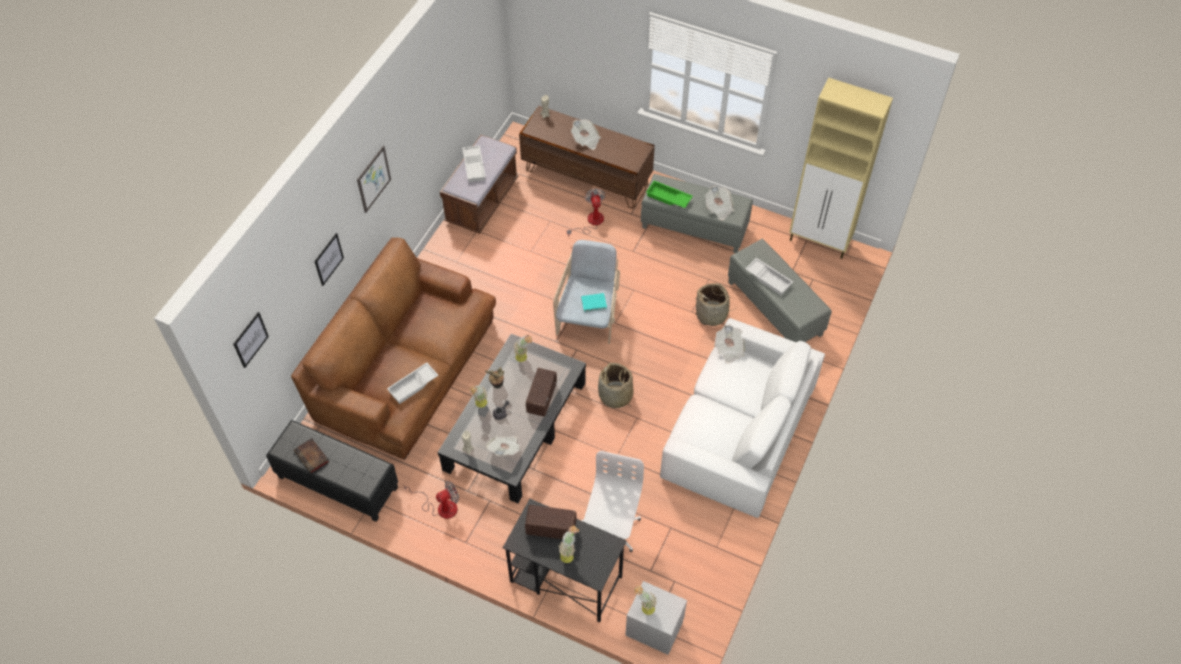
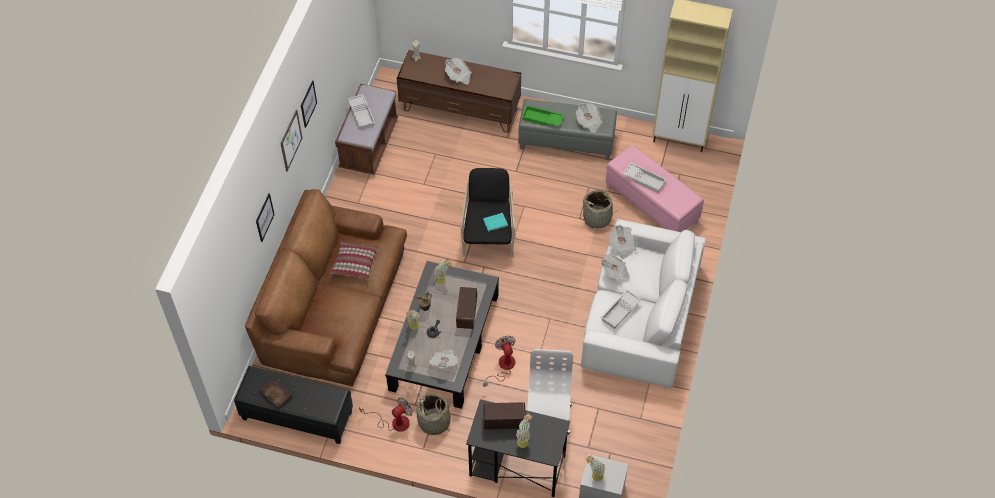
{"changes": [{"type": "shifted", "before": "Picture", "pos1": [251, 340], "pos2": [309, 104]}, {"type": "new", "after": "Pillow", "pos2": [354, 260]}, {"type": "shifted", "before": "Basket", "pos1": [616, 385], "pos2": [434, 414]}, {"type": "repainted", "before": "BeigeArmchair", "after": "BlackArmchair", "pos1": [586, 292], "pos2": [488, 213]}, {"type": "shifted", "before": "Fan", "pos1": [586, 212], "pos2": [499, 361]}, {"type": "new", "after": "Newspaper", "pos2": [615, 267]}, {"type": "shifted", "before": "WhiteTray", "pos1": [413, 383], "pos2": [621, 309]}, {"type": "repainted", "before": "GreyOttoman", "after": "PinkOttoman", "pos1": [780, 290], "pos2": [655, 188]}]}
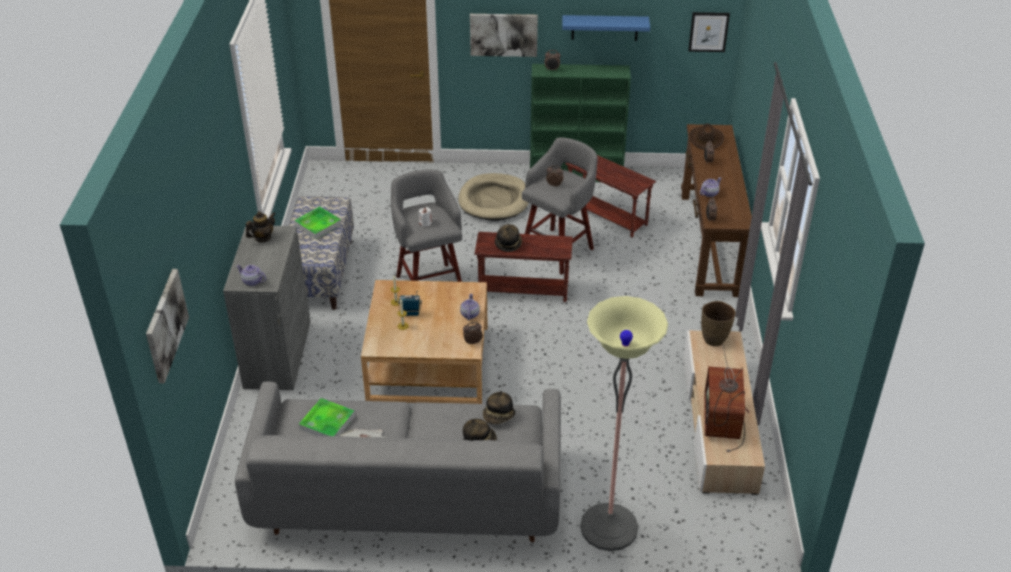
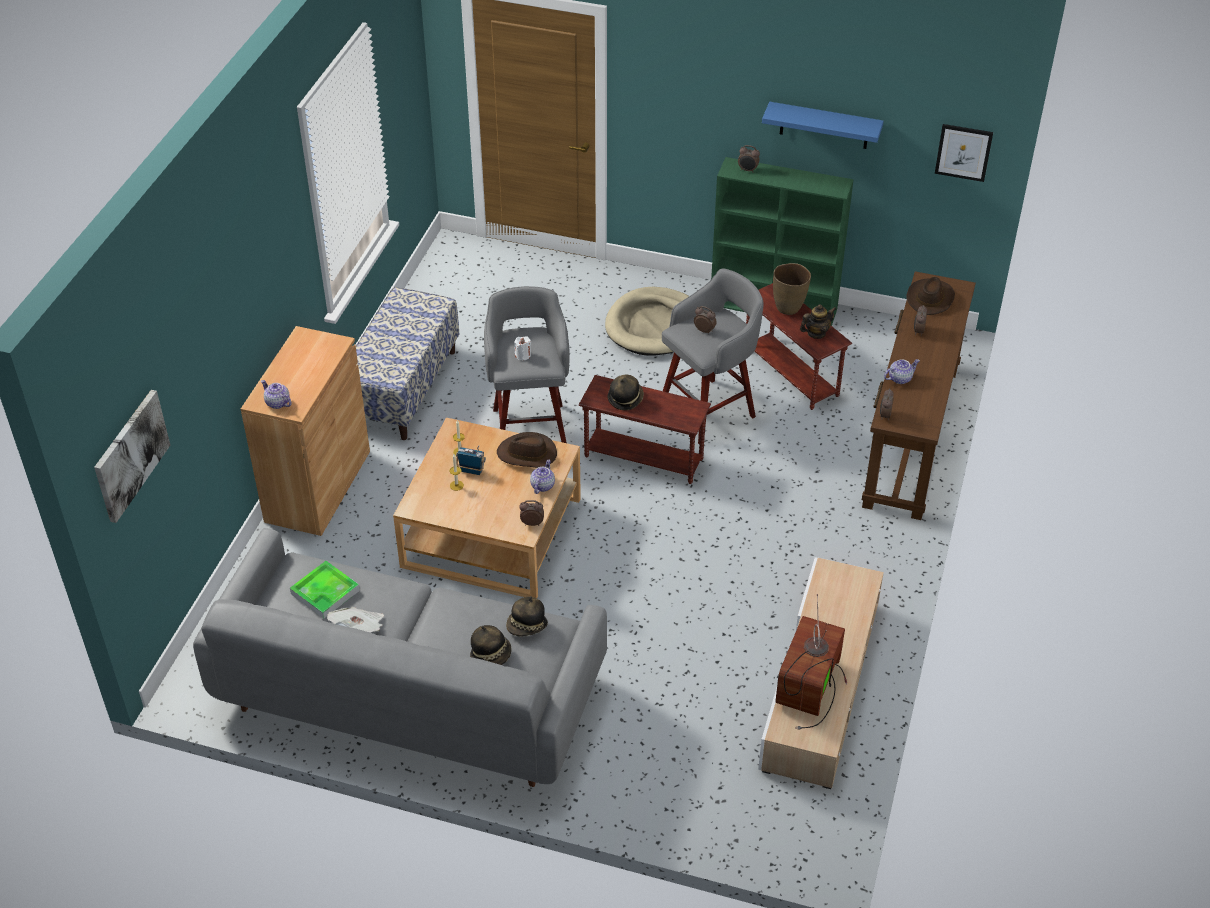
{"changes": [{"type": "repainted", "before": "GreyCabinet", "after": "BrownCabinet", "pos1": [267, 308], "pos2": [305, 431]}, {"type": "new", "after": "BrownHat", "pos2": [527, 450]}, {"type": "shifted", "before": "BrownVase", "pos1": [718, 323], "pos2": [792, 289]}, {"type": "shifted", "before": "Teapot", "pos1": [261, 226], "pos2": [818, 321]}, {"type": "gone", "before": "Tray", "pos1": [318, 222]}, {"type": "gone", "before": "Picture", "pos1": [504, 35]}, {"type": "gone", "before": "FloorLamp", "pos1": [624, 423]}]}
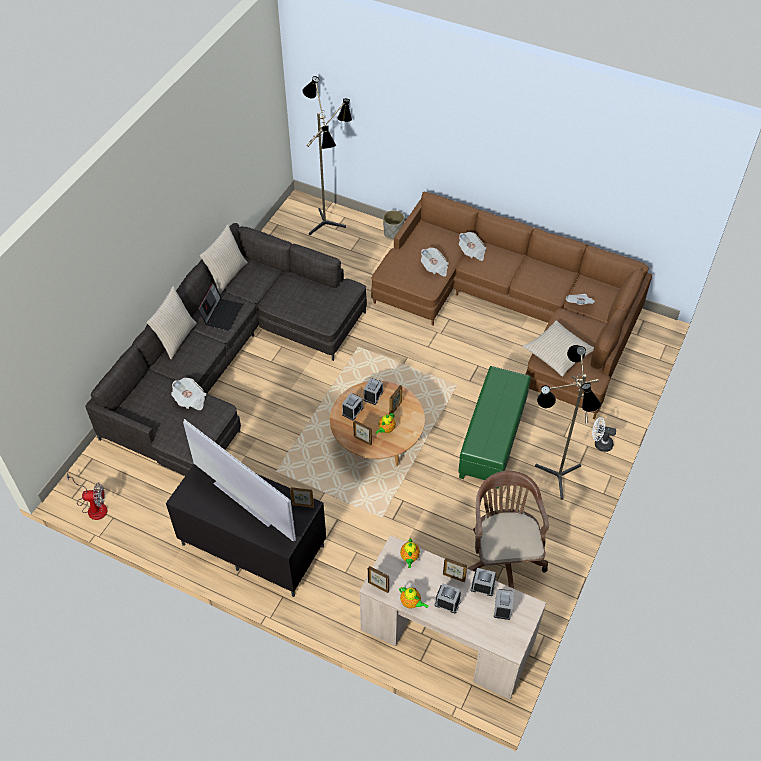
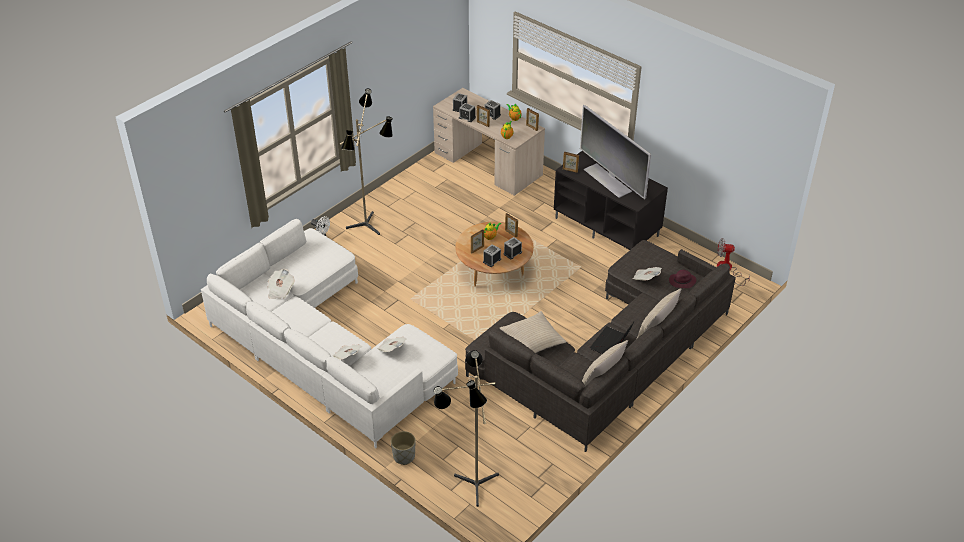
{"changes": [{"type": "repainted", "before": "BrownSofa", "after": "WhiteSofa", "pos1": [512, 305], "pos2": [329, 333]}, {"type": "shifted", "before": "BeigePillow", "pos1": [558, 349], "pos2": [533, 332]}, {"type": "new", "after": "PurpleHat", "pos2": [682, 279]}, {"type": "gone", "before": "GreenOttoman", "pos1": [494, 427]}, {"type": "gone", "before": "BrownOfficeChair", "pos1": [508, 530]}]}
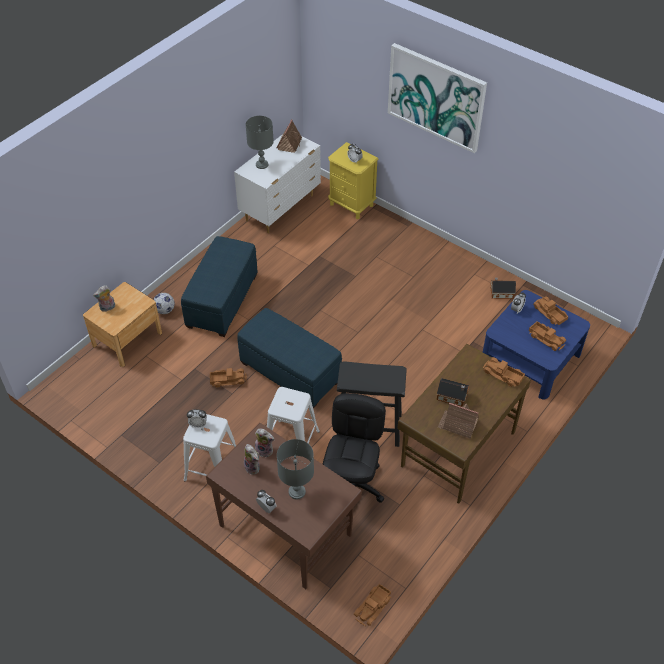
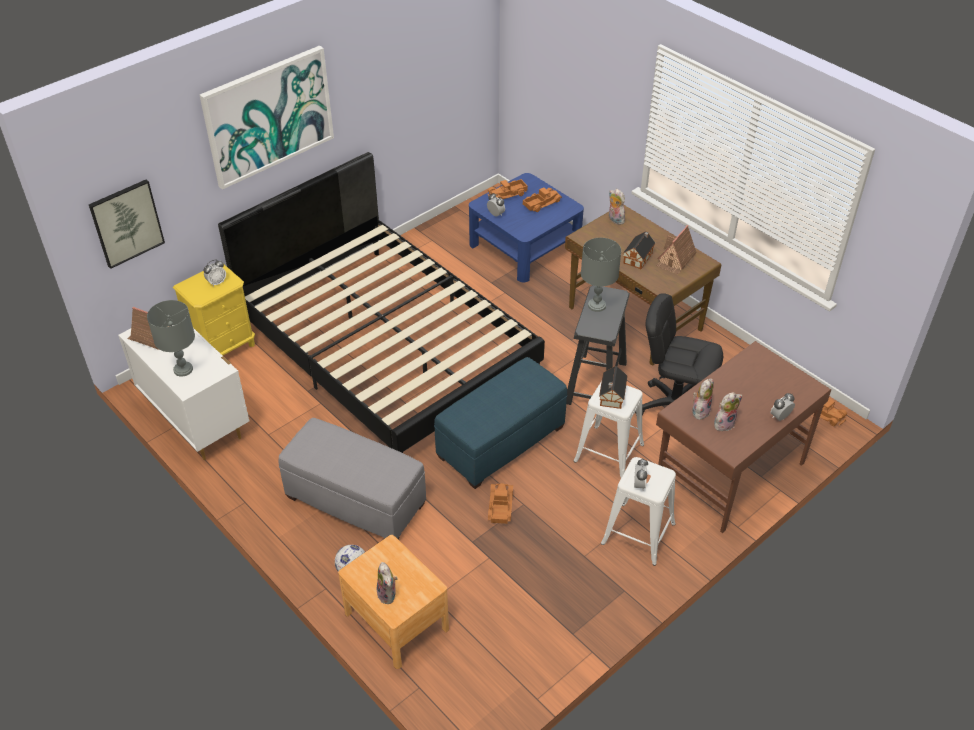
{"changes": [{"type": "new", "after": "Picture", "pos2": [127, 224]}, {"type": "new", "after": "BlackBed", "pos2": [381, 302]}, {"type": "repainted", "before": "BlueOttoman", "after": "GreyOttoman", "pos1": [219, 286], "pos2": [352, 479]}, {"type": "shifted", "before": "GreyTableLamp", "pos1": [295, 469], "pos2": [601, 275]}, {"type": "shifted", "before": "ToyHouse", "pos1": [503, 288], "pos2": [613, 387]}, {"type": "swapped", "before": "ToyTruck", "after": "PlushToy", "pos1": [504, 372], "pos2": [617, 207]}]}
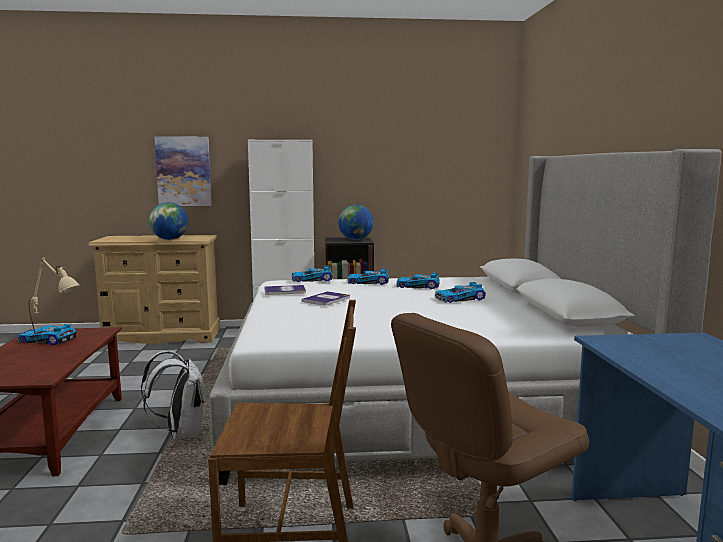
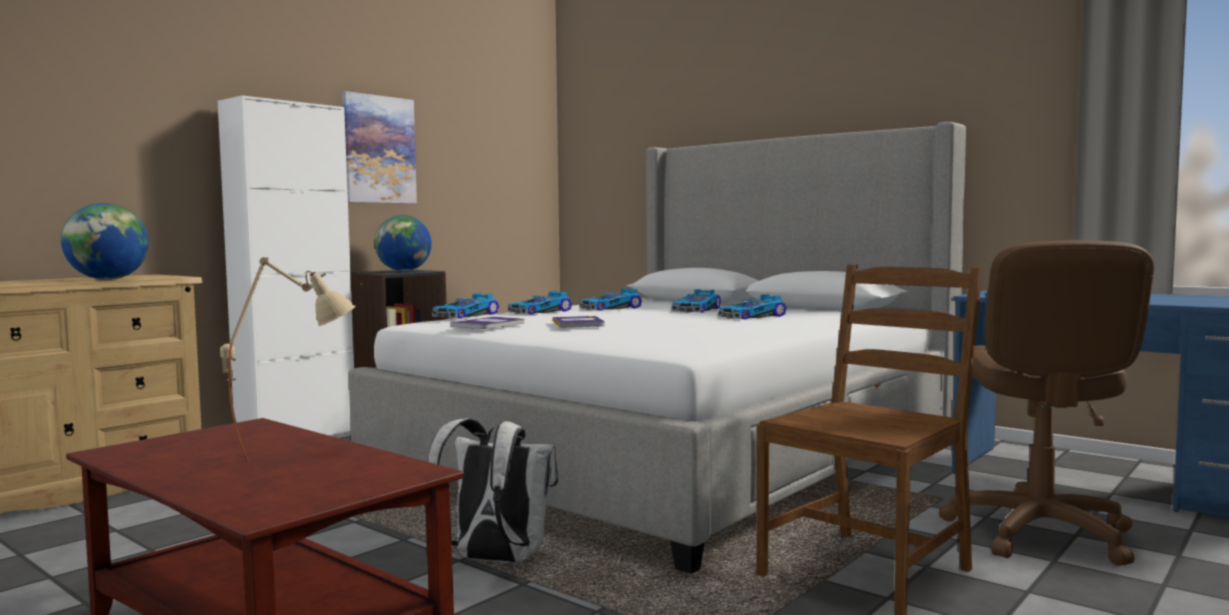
{"changes": [{"type": "shifted", "before": "Picture", "pos1": [183, 171], "pos2": [379, 147]}, {"type": "shifted", "before": "ToyCar", "pos1": [46, 334], "pos2": [752, 307]}]}
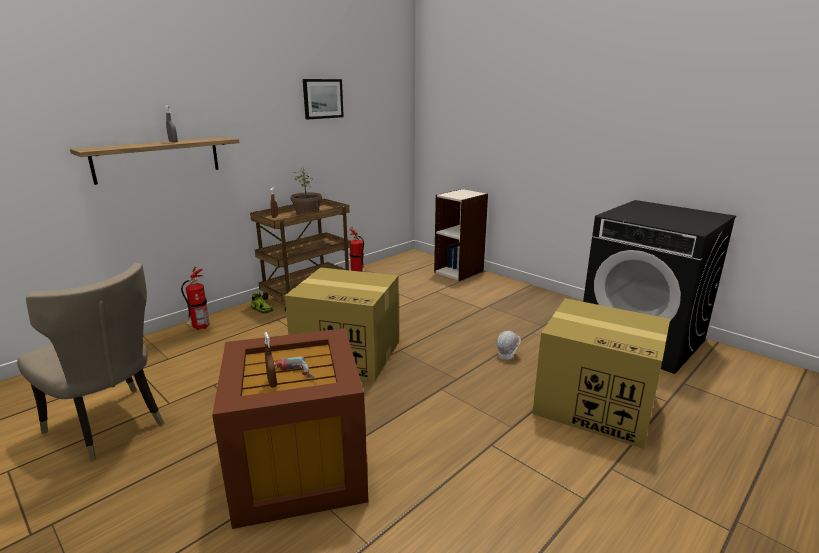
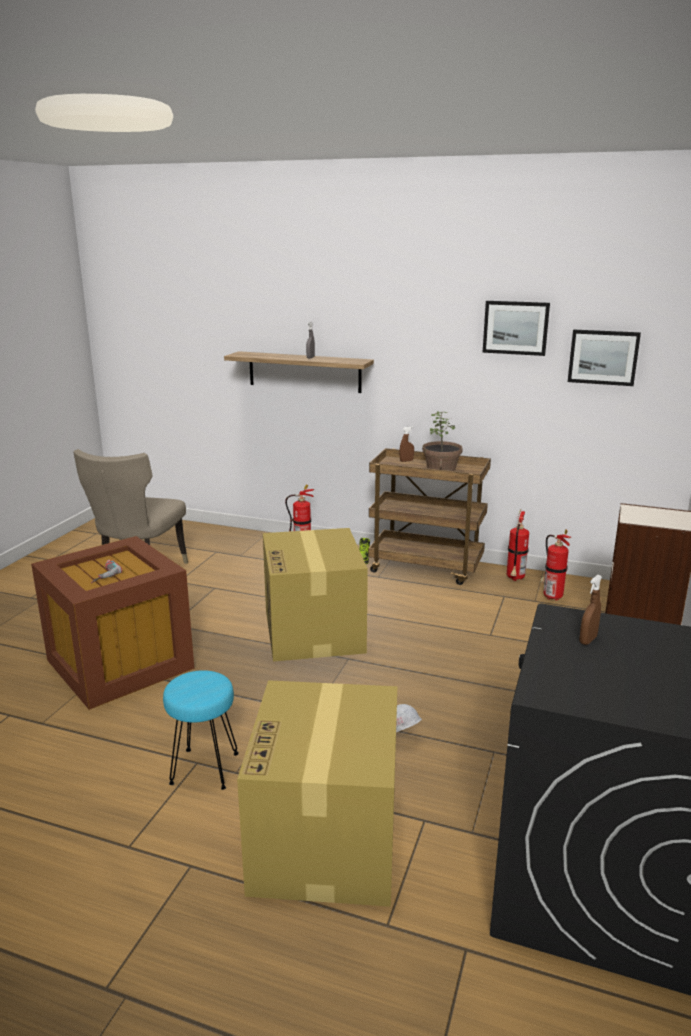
{"changes": [{"type": "new", "after": "TurquoiseStool", "pos2": [201, 730]}, {"type": "new", "after": "FireExtinguisher", "pos2": [555, 565]}, {"type": "new", "after": "Picture", "pos2": [604, 357]}, {"type": "shifted", "before": "BrownSprayBottle", "pos1": [270, 360], "pos2": [591, 610]}]}
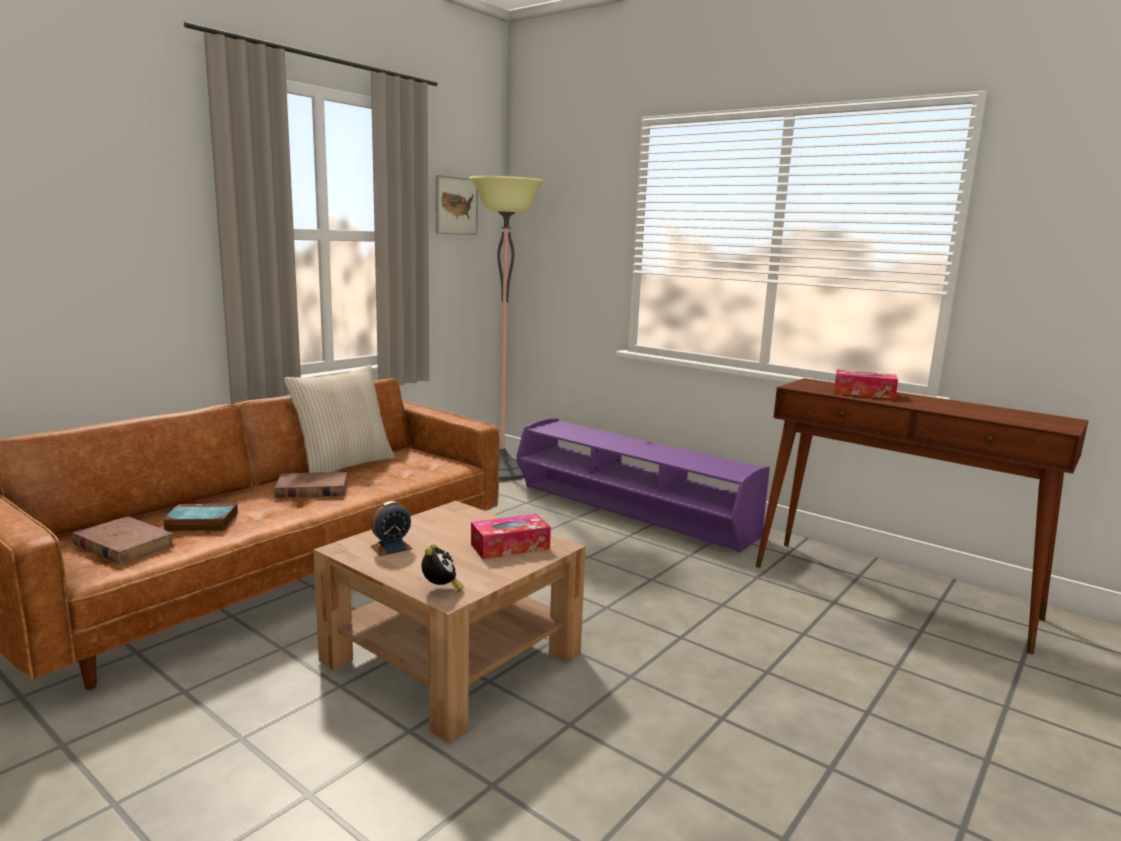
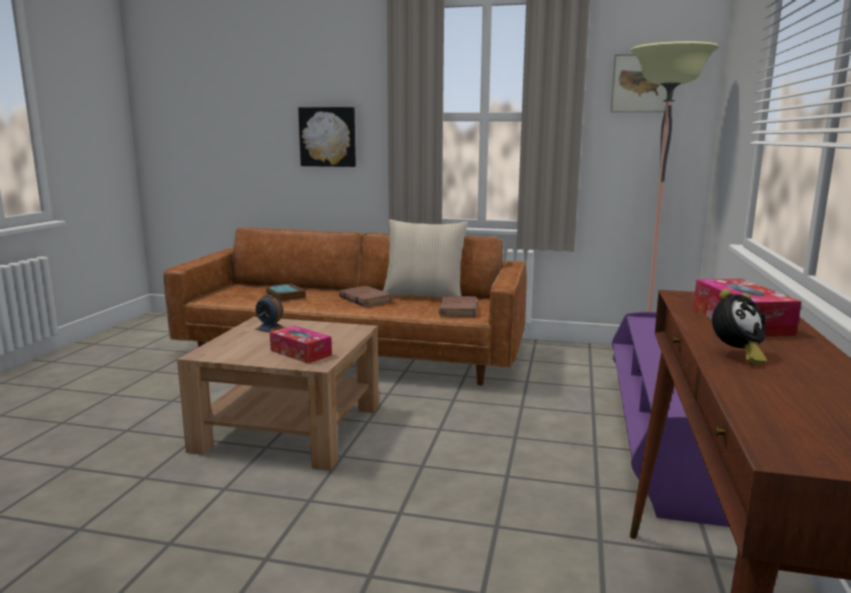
{"changes": [{"type": "new", "after": "Picture", "pos2": [327, 137]}, {"type": "shifted", "before": "BrownBook", "pos1": [123, 540], "pos2": [458, 306]}, {"type": "shifted", "before": "AlarmClock", "pos1": [443, 568], "pos2": [739, 326]}]}
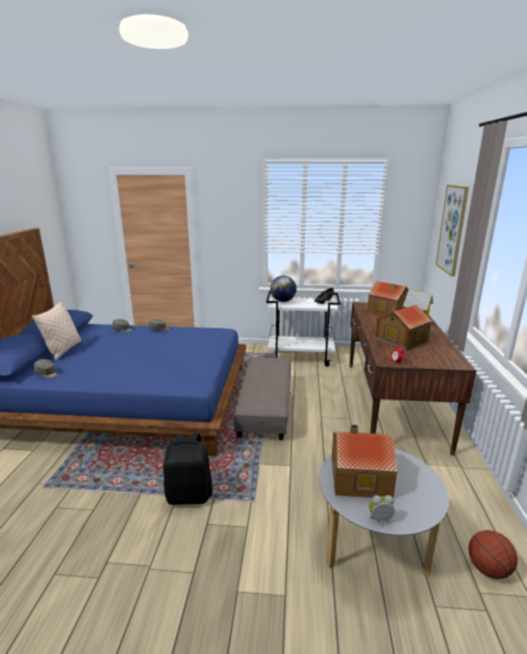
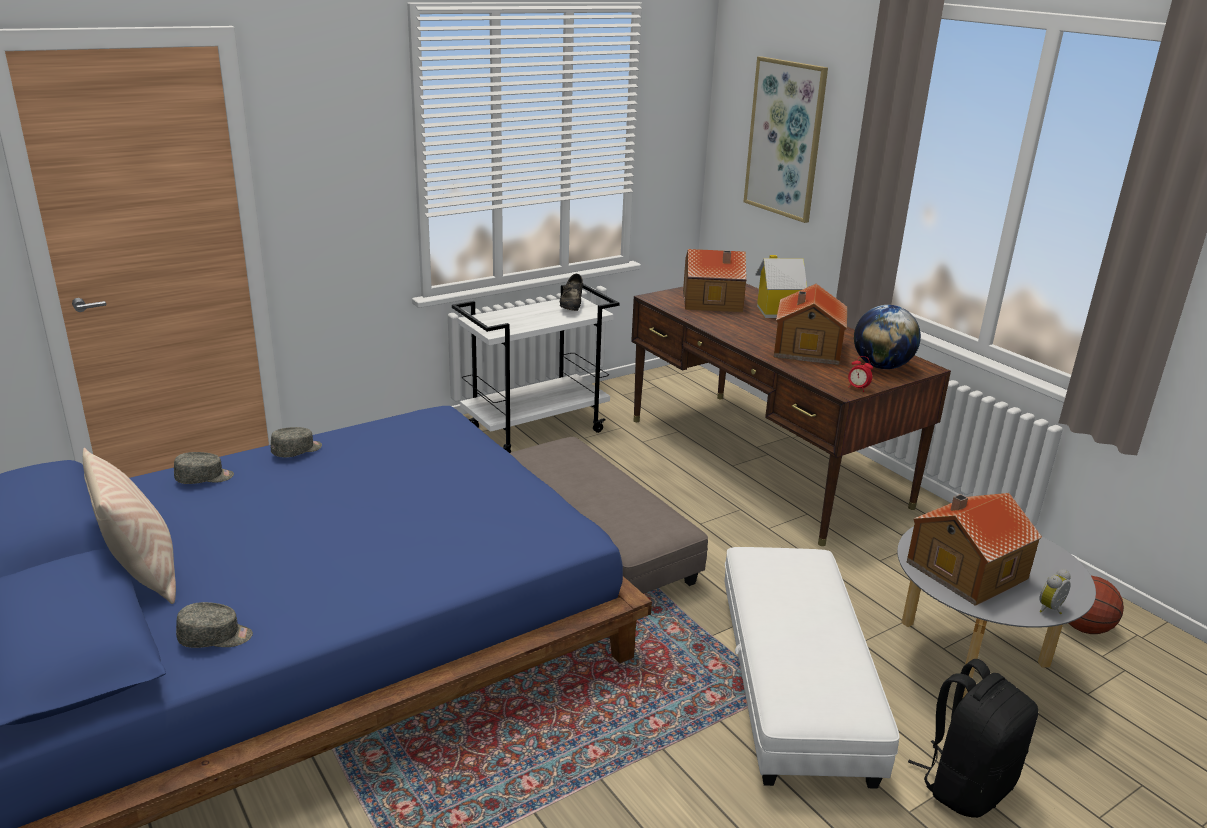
{"changes": [{"type": "new", "after": "WhiteOttoman", "pos2": [812, 668]}, {"type": "shifted", "before": "Globe", "pos1": [283, 289], "pos2": [887, 337]}, {"type": "shifted", "before": "BlackBackpack", "pos1": [188, 469], "pos2": [973, 738]}]}
